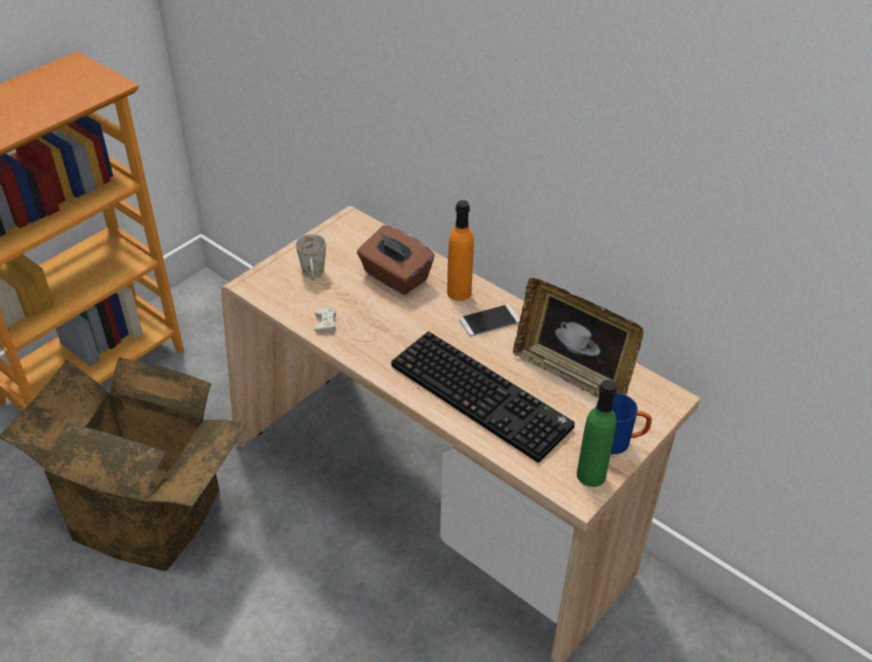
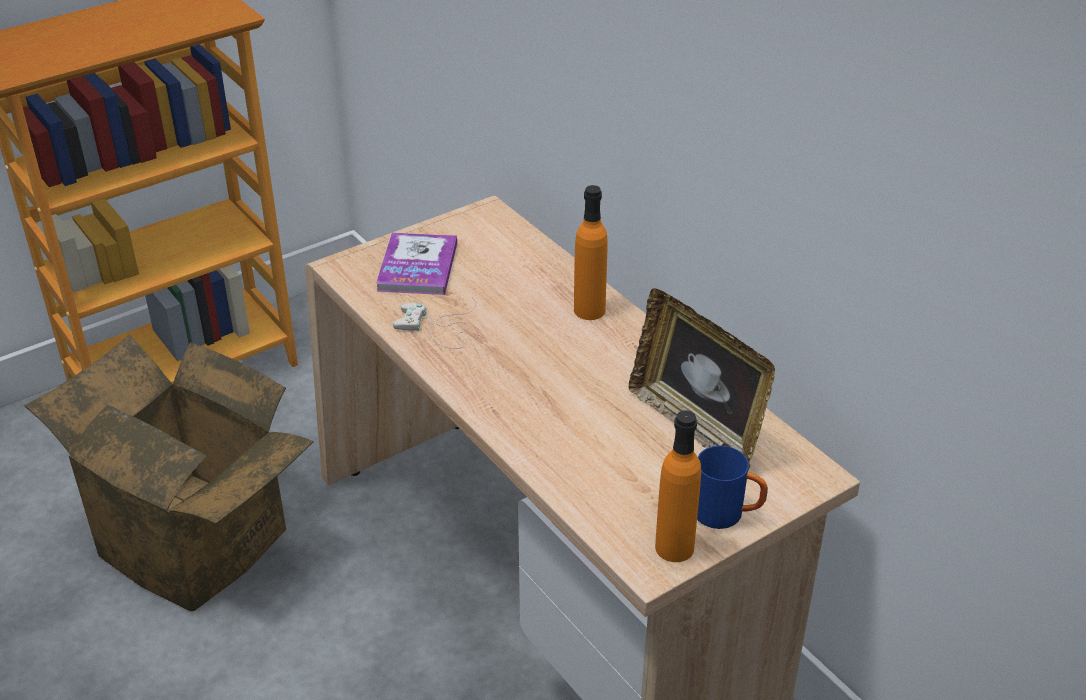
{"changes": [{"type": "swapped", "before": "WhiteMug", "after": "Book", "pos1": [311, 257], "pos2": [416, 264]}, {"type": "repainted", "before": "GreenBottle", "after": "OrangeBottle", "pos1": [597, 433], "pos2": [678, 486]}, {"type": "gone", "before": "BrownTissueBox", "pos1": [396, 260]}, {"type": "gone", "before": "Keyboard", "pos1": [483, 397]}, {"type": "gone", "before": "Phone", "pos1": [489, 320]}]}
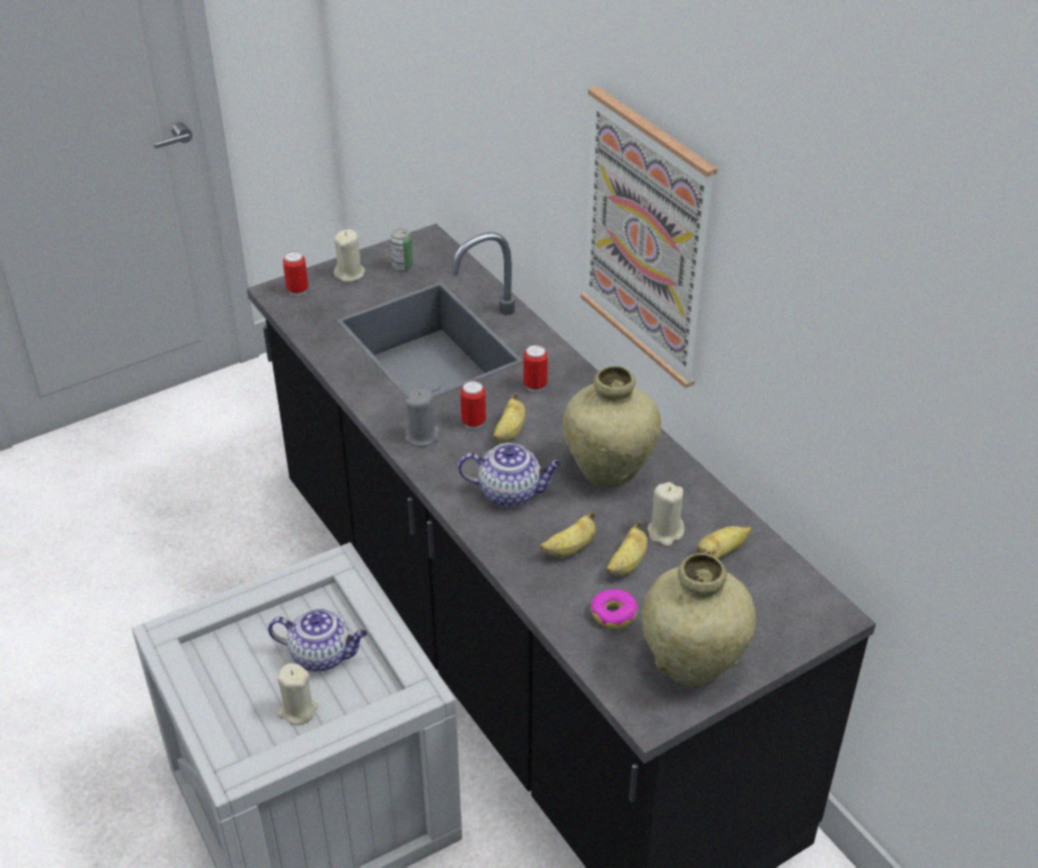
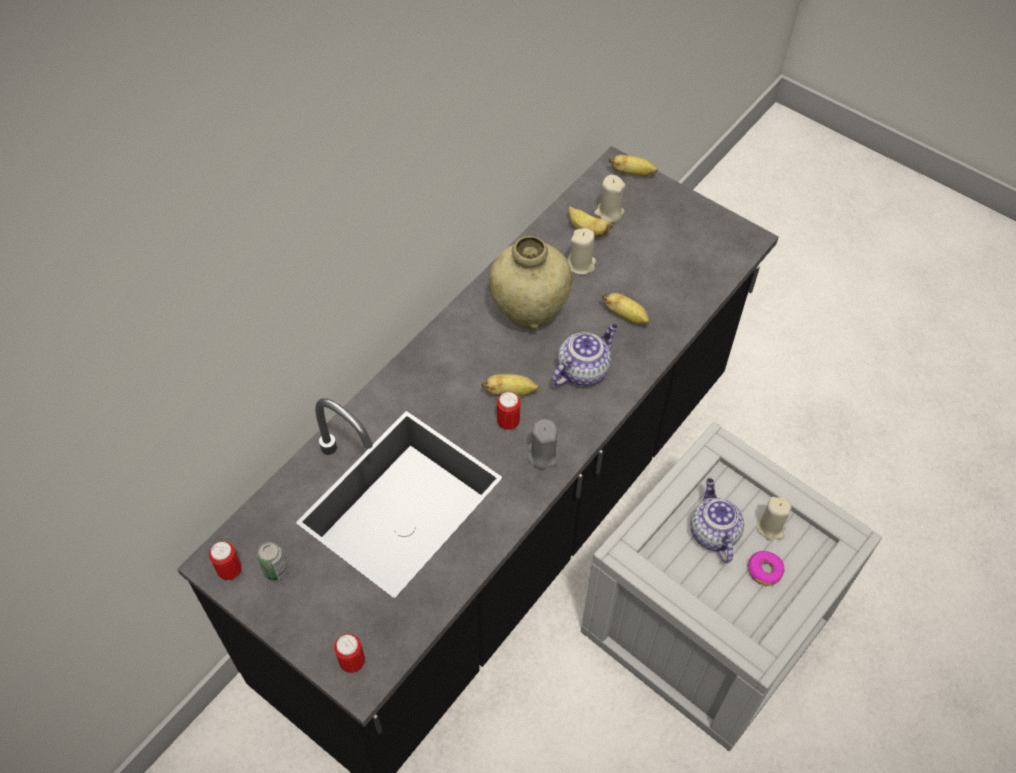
{"changes": [{"type": "shifted", "before": "Can", "pos1": [536, 368], "pos2": [225, 560]}, {"type": "rotated", "before": "Teapot", "pos1": [510, 475], "pos2": [584, 355], "turn": 60}, {"type": "shifted", "before": "BeigeCandle", "pos1": [349, 255], "pos2": [610, 199]}, {"type": "shifted", "before": "Banana", "pos1": [627, 548], "pos2": [633, 165]}, {"type": "shifted", "before": "Donut", "pos1": [614, 609], "pos2": [765, 568]}, {"type": "gone", "before": "Picture", "pos1": [649, 237]}, {"type": "gone", "before": "BeigeVase", "pos1": [699, 620]}]}
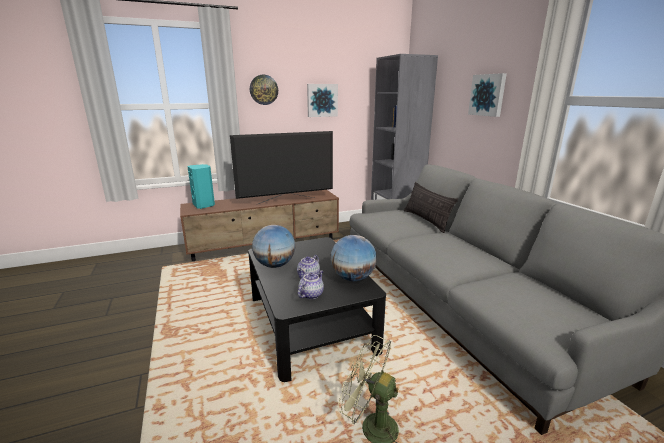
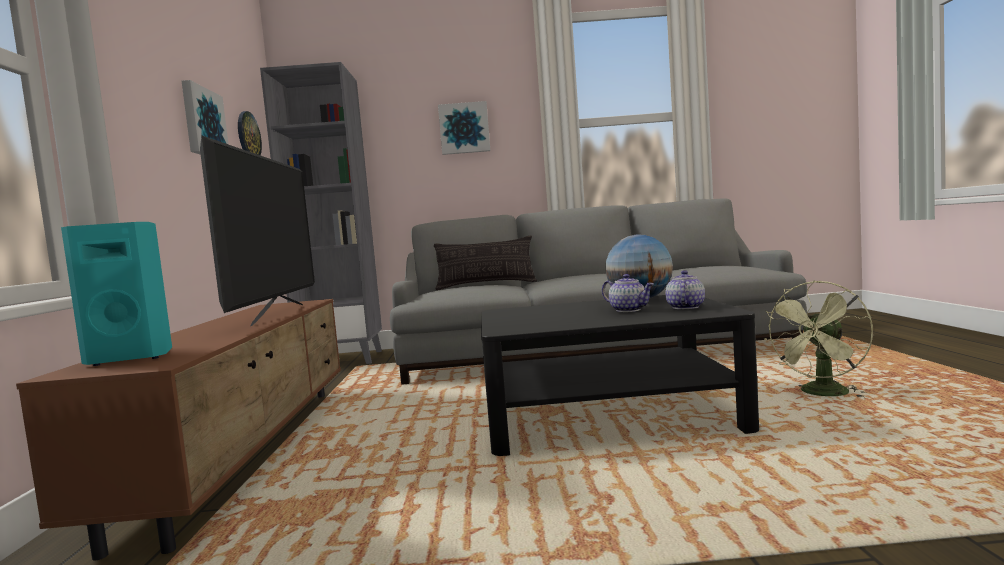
{"changes": [{"type": "shifted", "before": "WallClock", "pos1": [264, 90], "pos2": [250, 133]}, {"type": "rotated", "before": "Teapot", "pos1": [311, 284], "pos2": [685, 289], "turn": 60}, {"type": "gone", "before": "Globe", "pos1": [273, 246]}]}
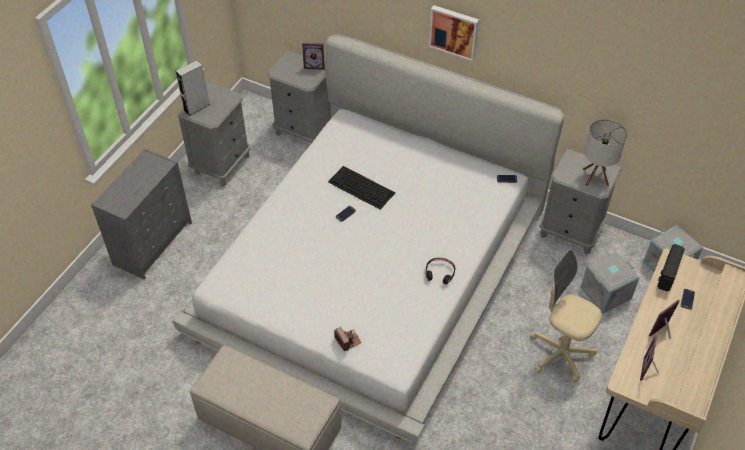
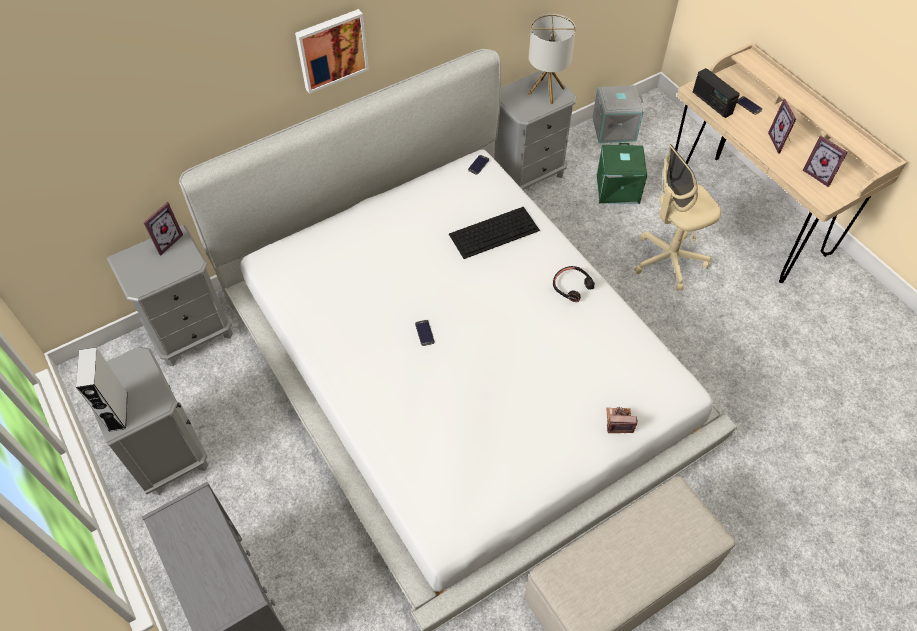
{"changes": [{"type": "shifted", "before": "Keyboard", "pos1": [361, 188], "pos2": [494, 233]}, {"type": "repainted", "before": "GreyStorageBox", "after": "GreenStorageBox", "pos1": [609, 283], "pos2": [622, 173]}]}
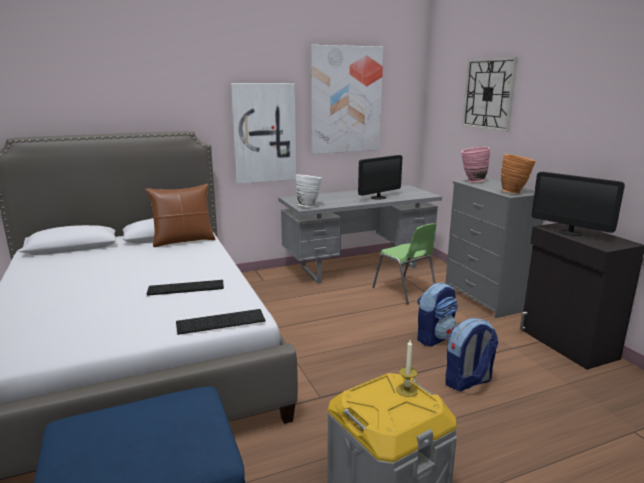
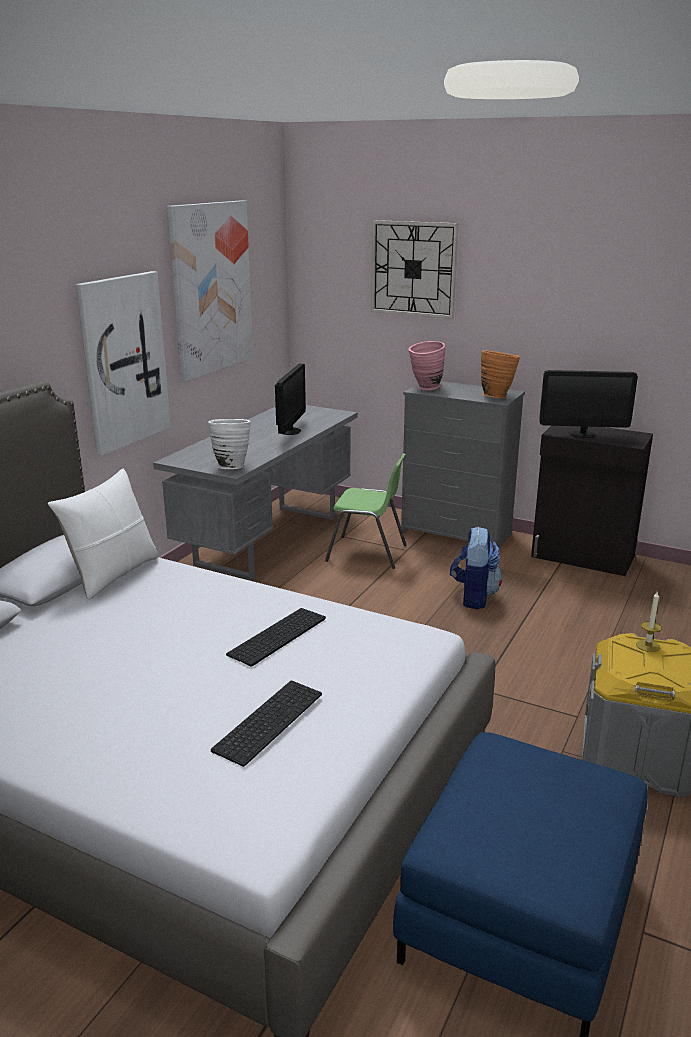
{"changes": [{"type": "repainted", "before": "BrownPillow", "after": "WhitePillow", "pos1": [180, 215], "pos2": [103, 534]}, {"type": "shifted", "before": "Keyboard", "pos1": [220, 322], "pos2": [266, 724]}, {"type": "gone", "before": "Backpack", "pos1": [472, 354]}]}
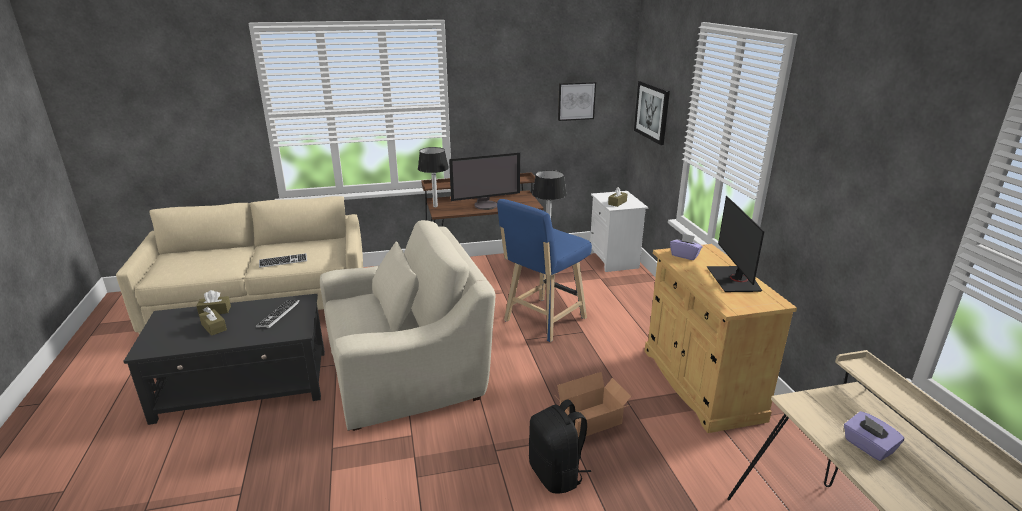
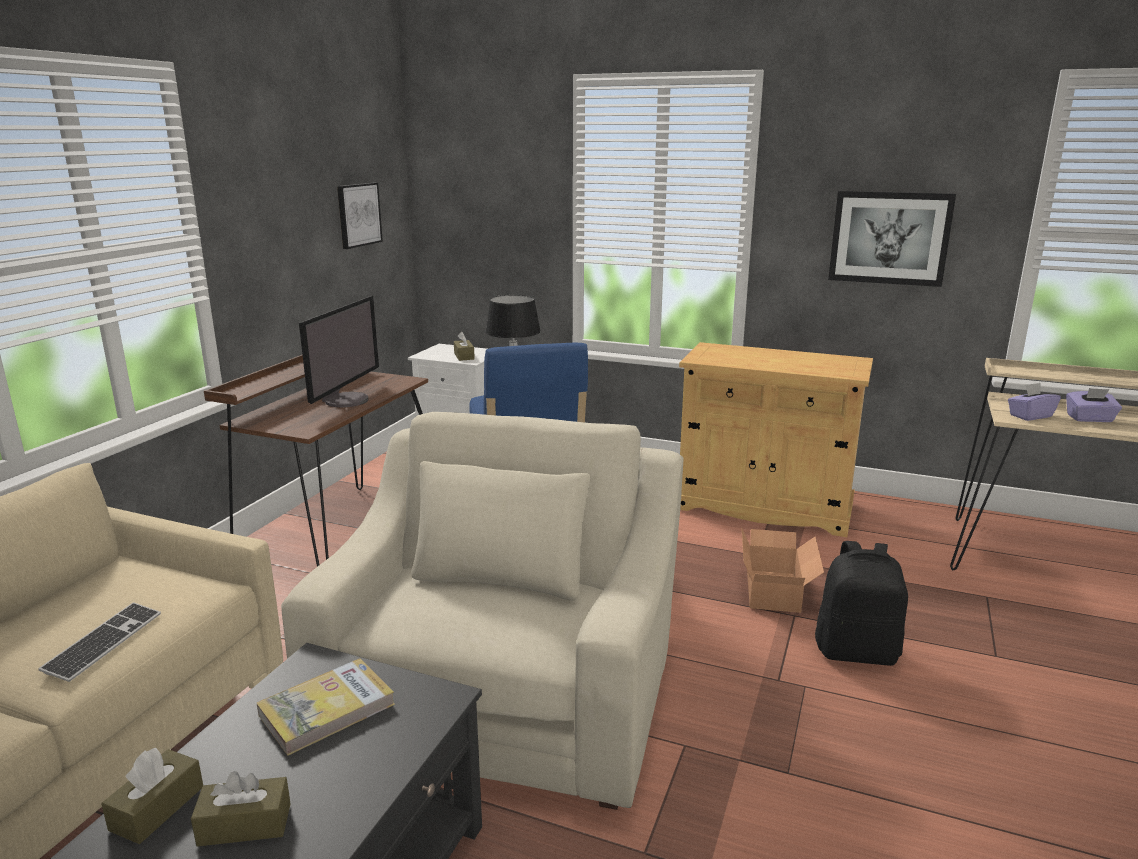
{"changes": [{"type": "swapped", "before": "Keyboard", "after": "Book", "pos1": [278, 314], "pos2": [326, 707]}, {"type": "shifted", "before": "Picture", "pos1": [652, 113], "pos2": [892, 239]}, {"type": "shifted", "before": "PurpleTissueBox", "pos1": [686, 246], "pos2": [1034, 402]}, {"type": "gone", "before": "TableLamp", "pos1": [433, 177]}, {"type": "gone", "before": "Monitor", "pos1": [736, 244]}]}
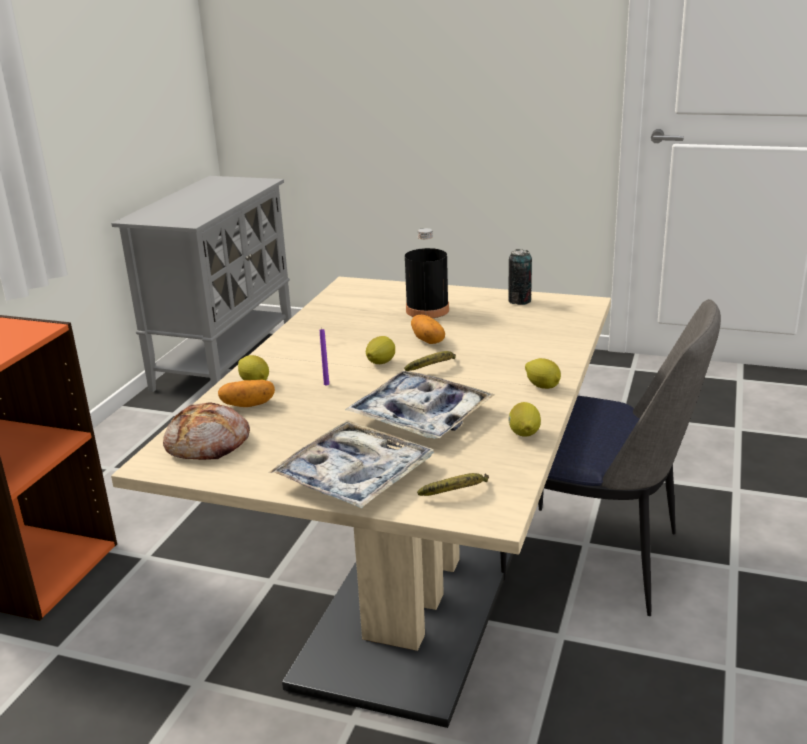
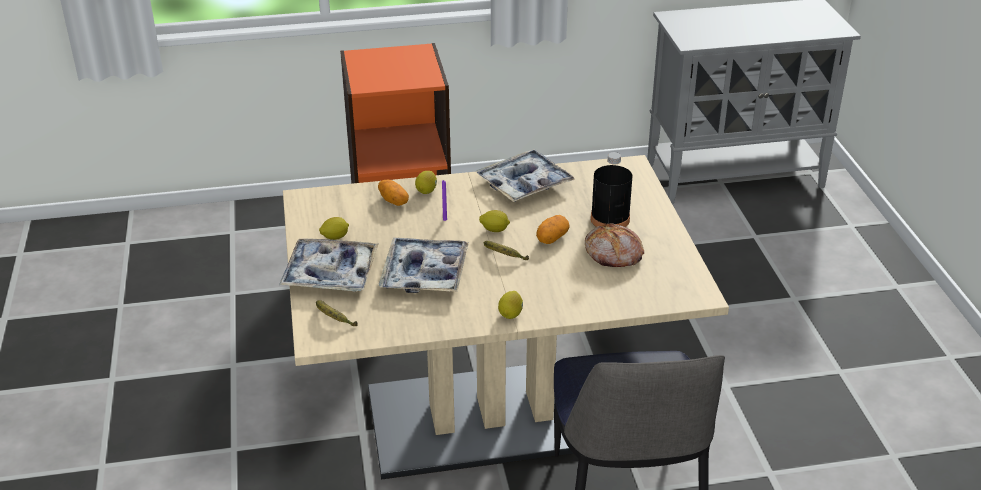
{"changes": [{"type": "shifted", "before": "Lemon", "pos1": [524, 419], "pos2": [334, 228]}, {"type": "new", "after": "Tray", "pos2": [526, 175]}, {"type": "shifted", "before": "Bread", "pos1": [206, 431], "pos2": [614, 245]}, {"type": "gone", "before": "Can", "pos1": [520, 277]}]}
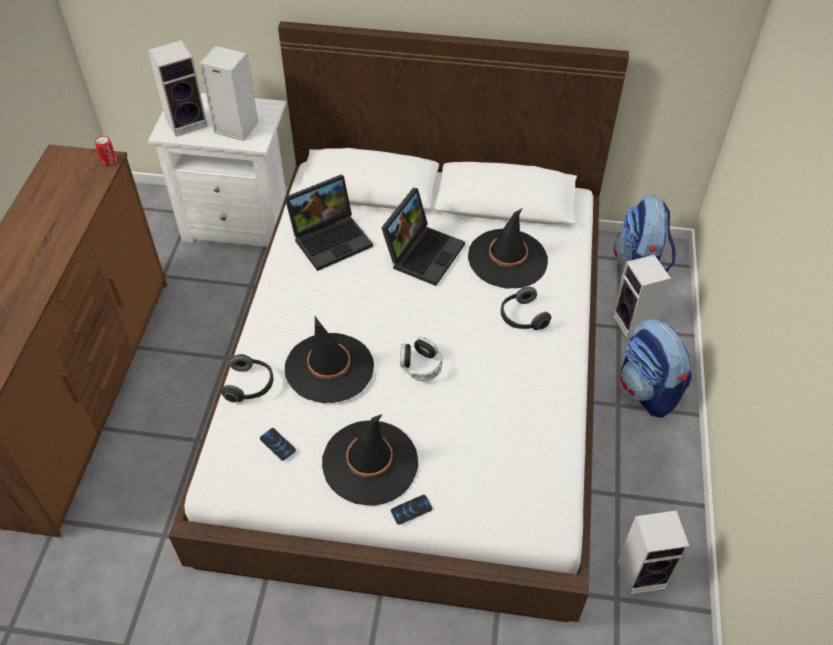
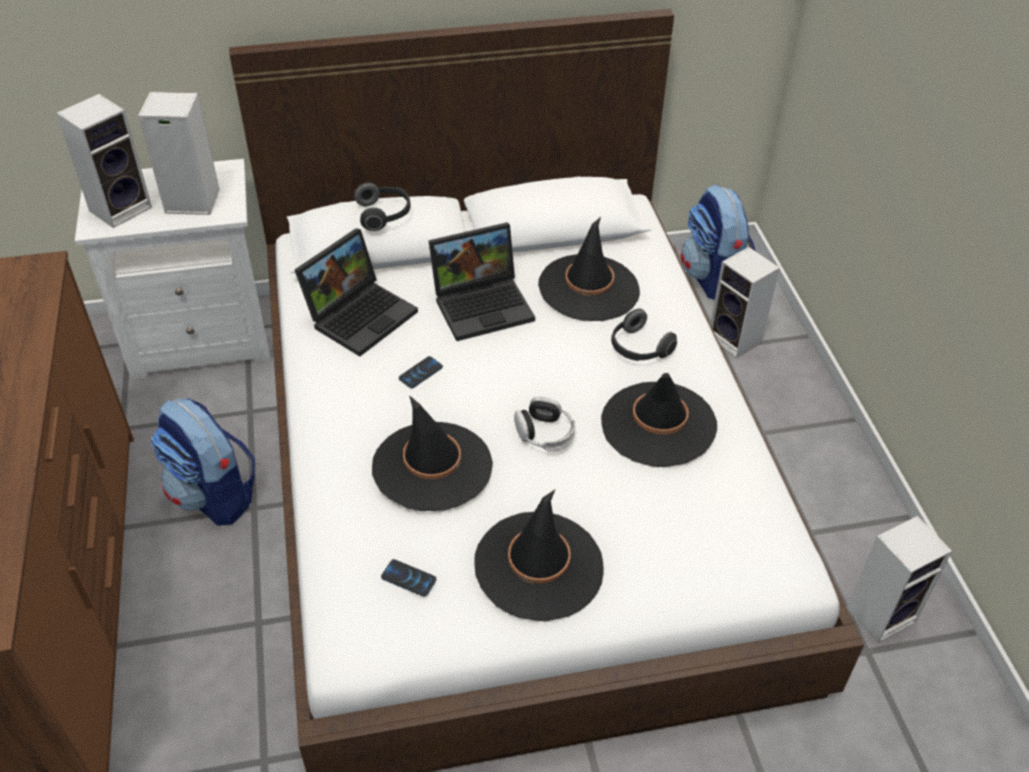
{"changes": [{"type": "shifted", "before": "Backpack", "pos1": [656, 368], "pos2": [203, 462]}, {"type": "shifted", "before": "Headphones", "pos1": [247, 378], "pos2": [382, 206]}, {"type": "shifted", "before": "Phone", "pos1": [412, 510], "pos2": [421, 372]}, {"type": "rotated", "before": "Laptop", "pos1": [423, 237], "pos2": [481, 281], "turn": 60}, {"type": "new", "after": "BlackHat", "pos2": [659, 420]}, {"type": "gone", "before": "Can", "pos1": [106, 151]}]}
